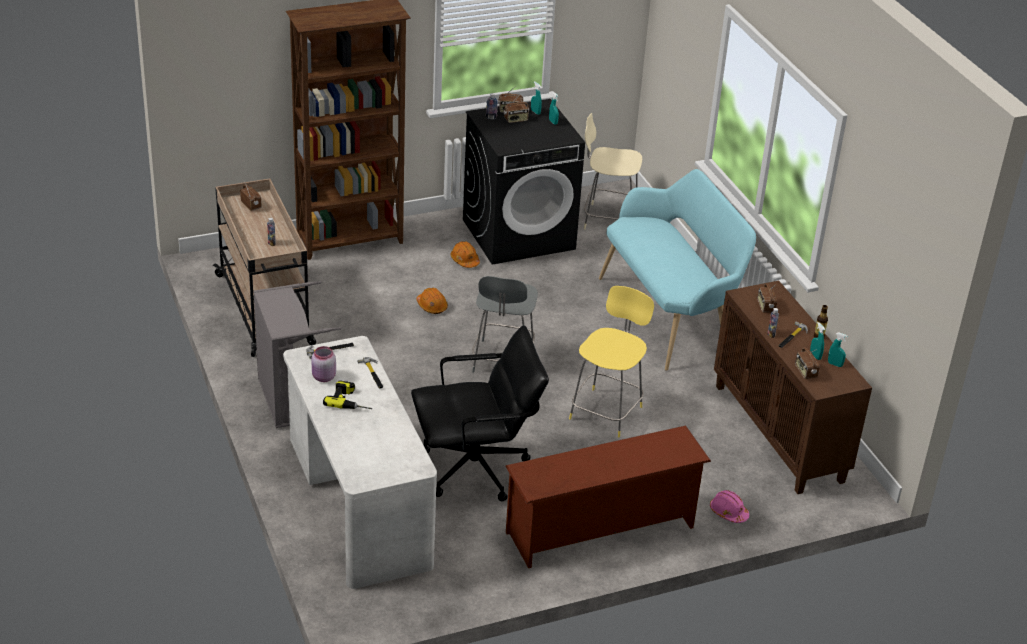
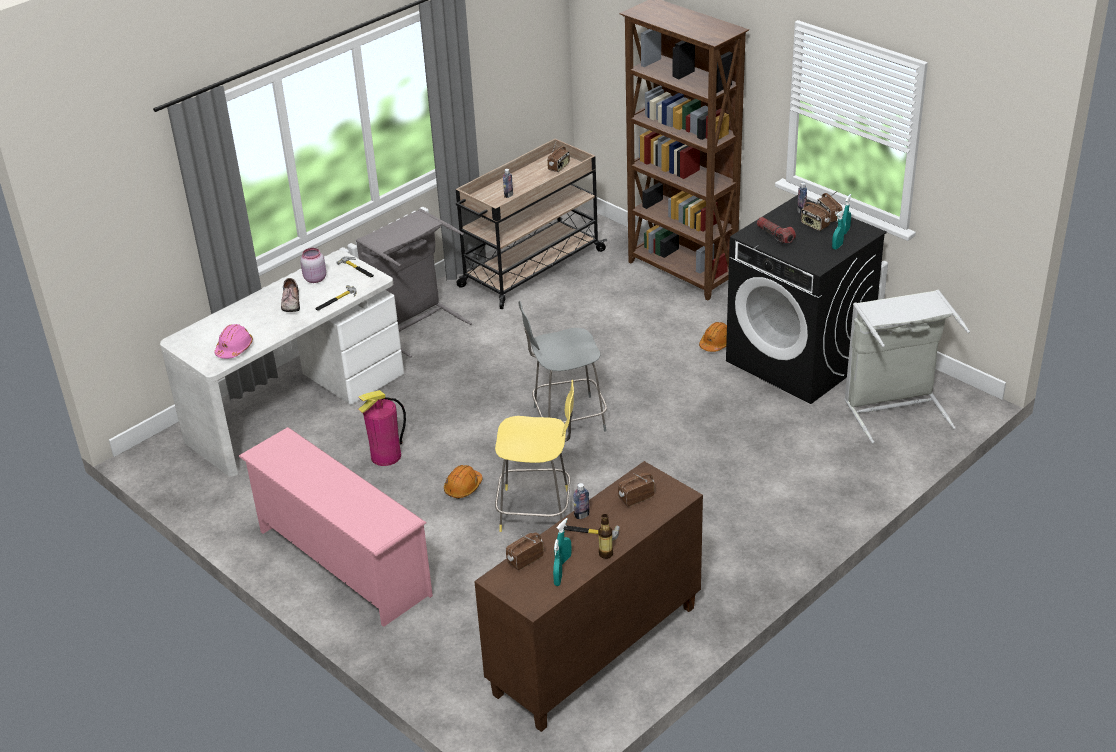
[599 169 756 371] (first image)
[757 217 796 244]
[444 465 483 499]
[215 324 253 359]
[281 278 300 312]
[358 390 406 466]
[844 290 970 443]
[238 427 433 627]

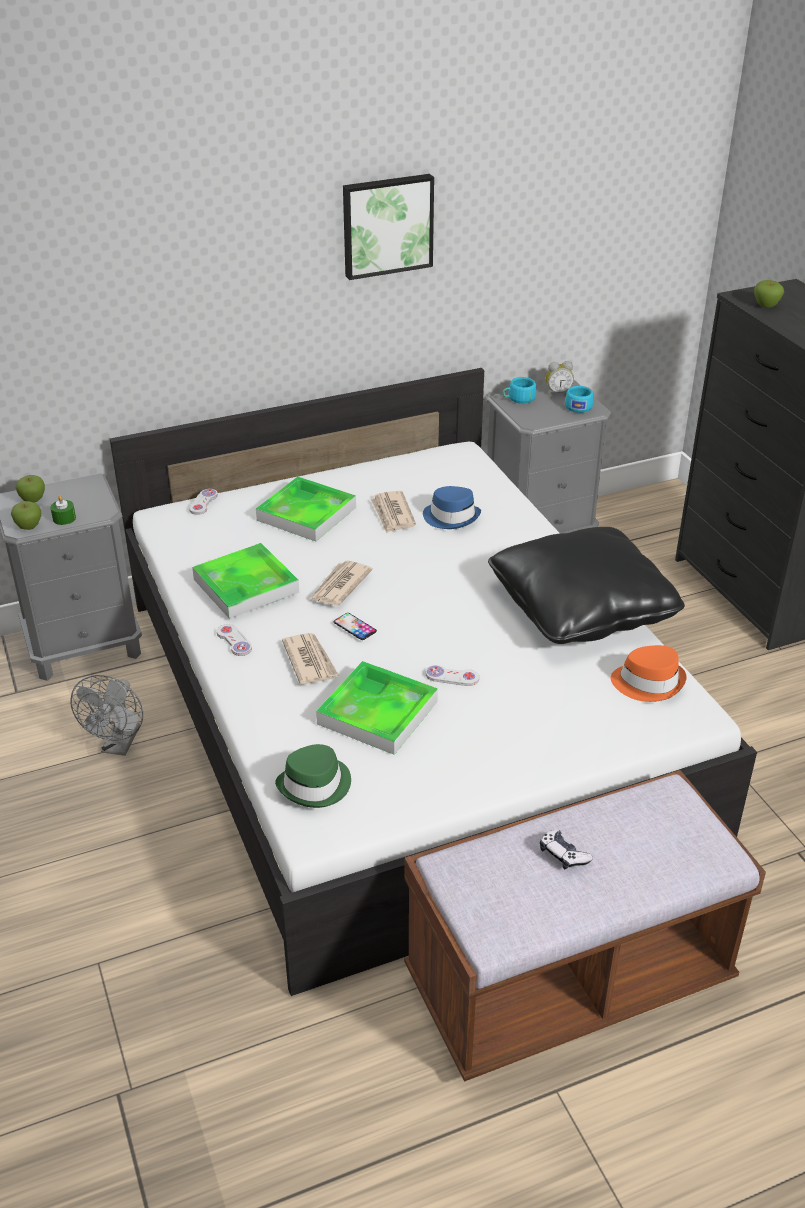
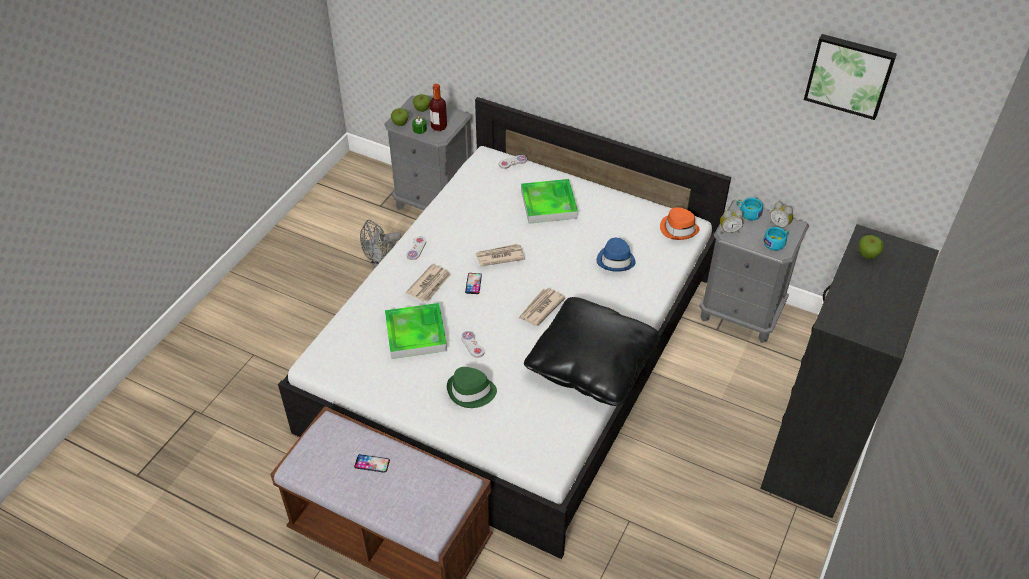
[192 543 299 619] (first image)
[429 84 447 131]
[720 210 743 234]
[447 367 497 408]
[804 34 897 120]
[519 288 565 326]
[660 207 700 240]
[354 454 390 473]

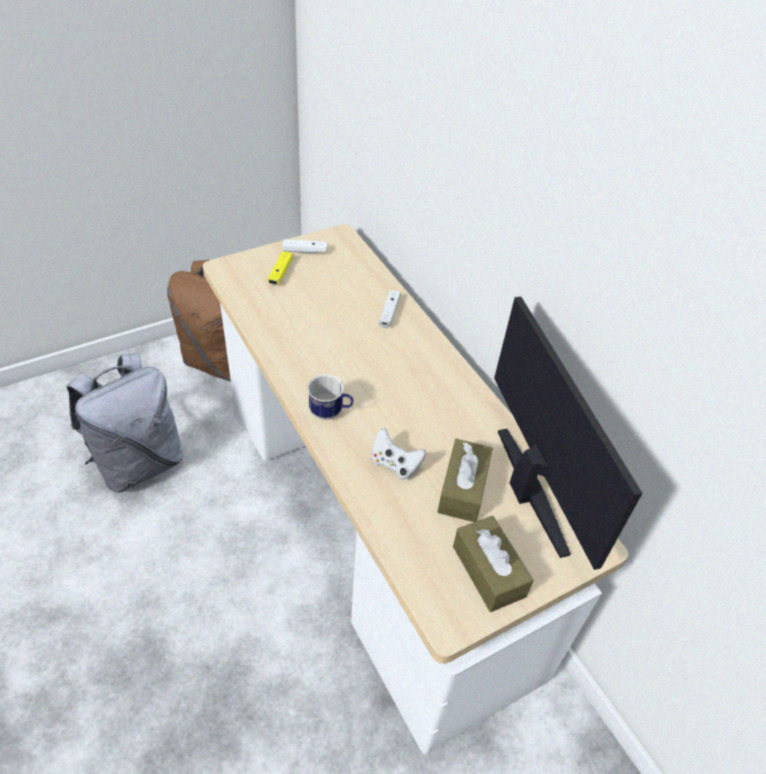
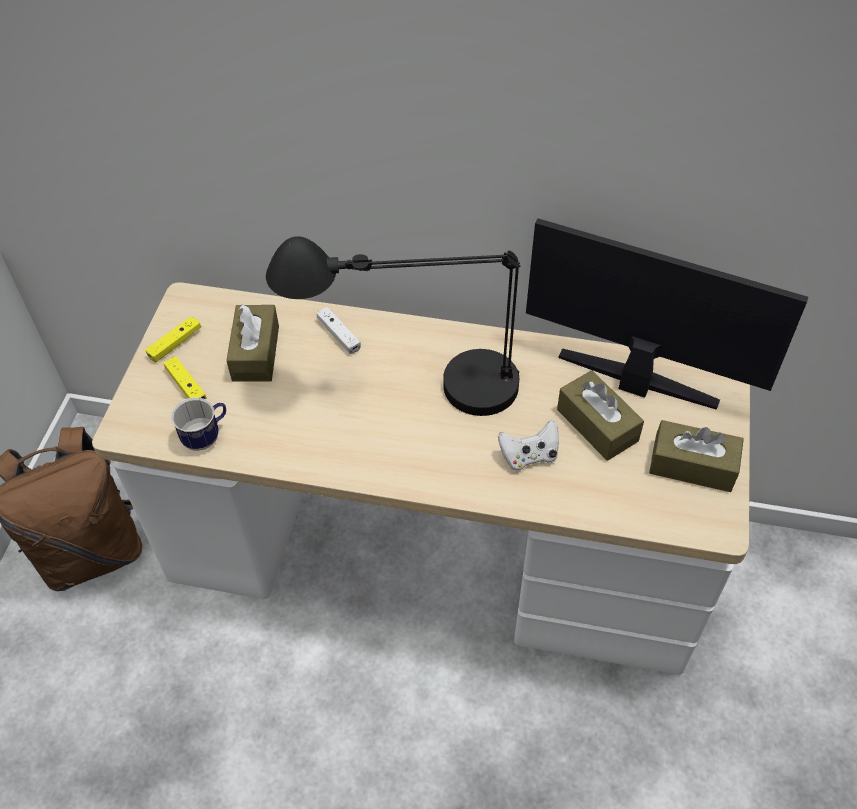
[67 353 183 493] (first image)
[226 305 279 382]
[266 236 520 416]
[171 397 226 451]
[145 316 201 363]

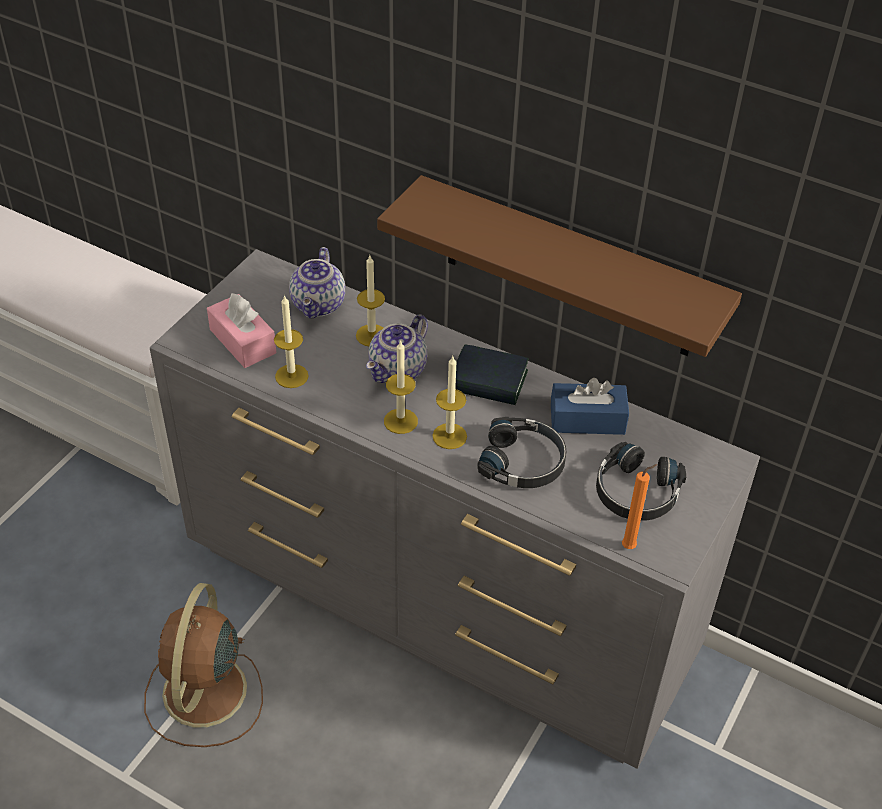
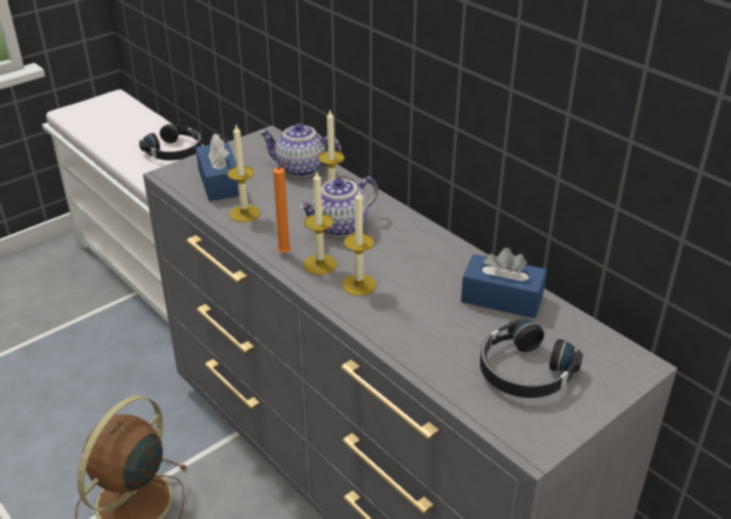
[377 175 742 357] (first image)
[455 344 529 405] (first image)
[139 124 202 160]
[273 160 291 254]
[196 134 239 201]
[258 123 342 177]

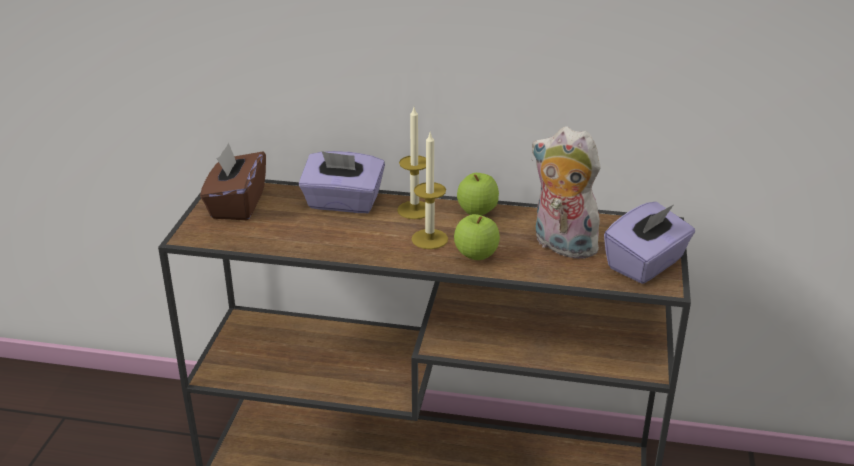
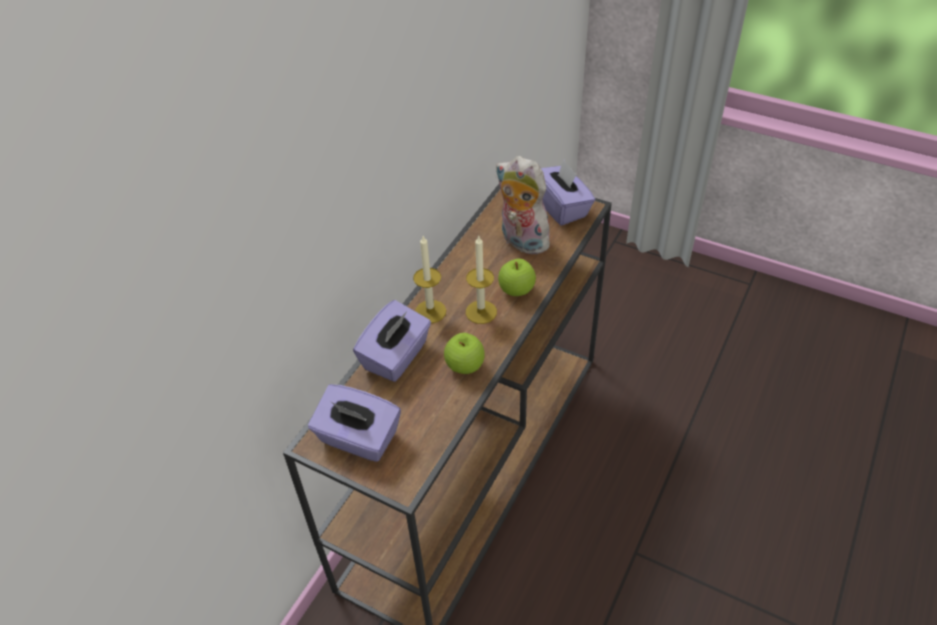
[444 333 485 374]
[308 384 401 462]
[495 156 553 254]

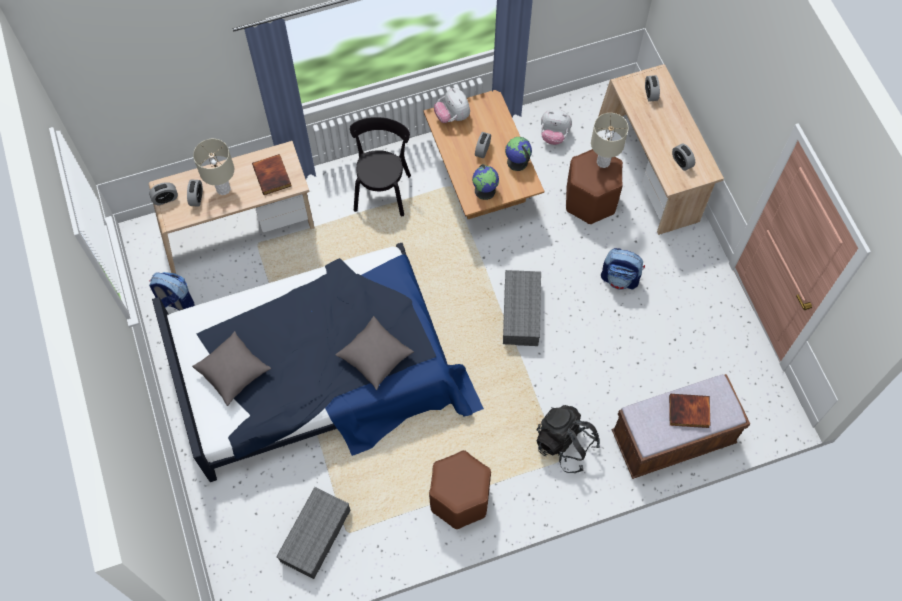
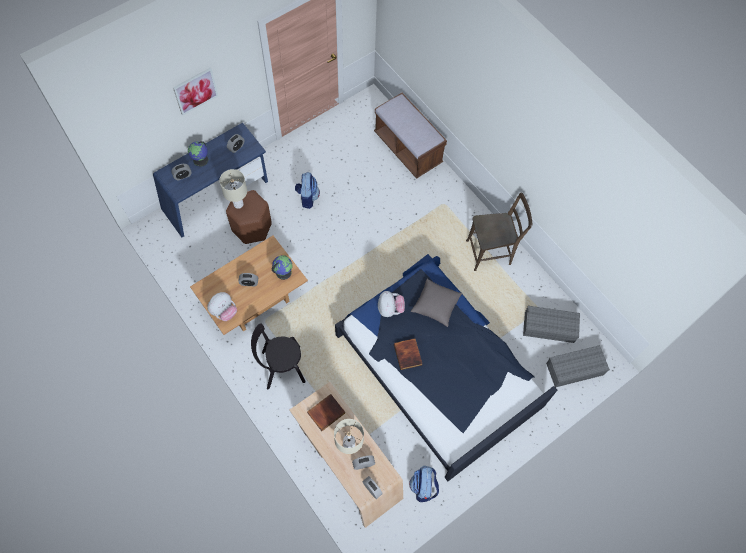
[192 331 271 406] (first image)
[536 405 600 473] (first image)
[173 68 218 115]
[546 345 610 387]
[188 141 208 167]
[378 291 405 317]
[394 338 422 370]
[466 192 532 271]
[153 123 268 237]

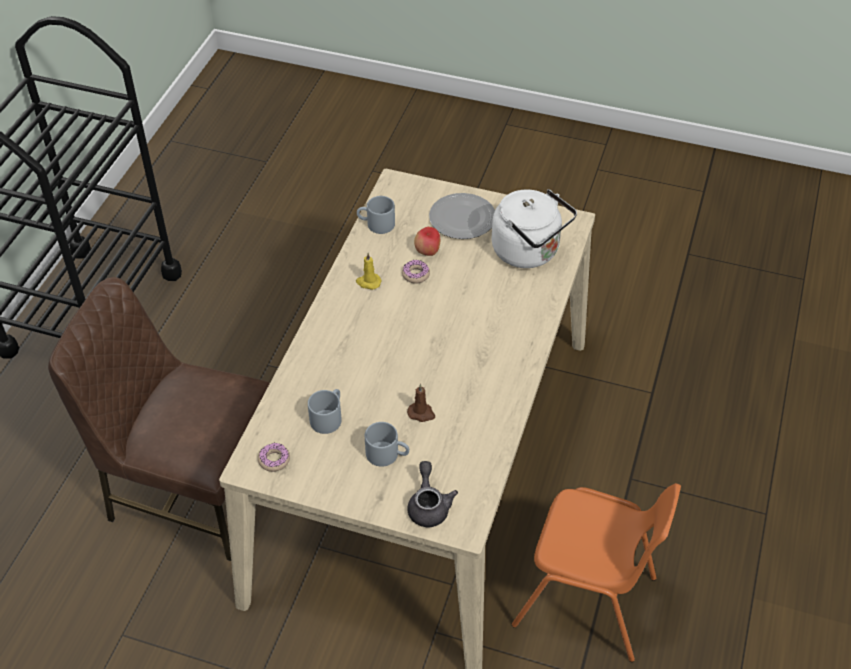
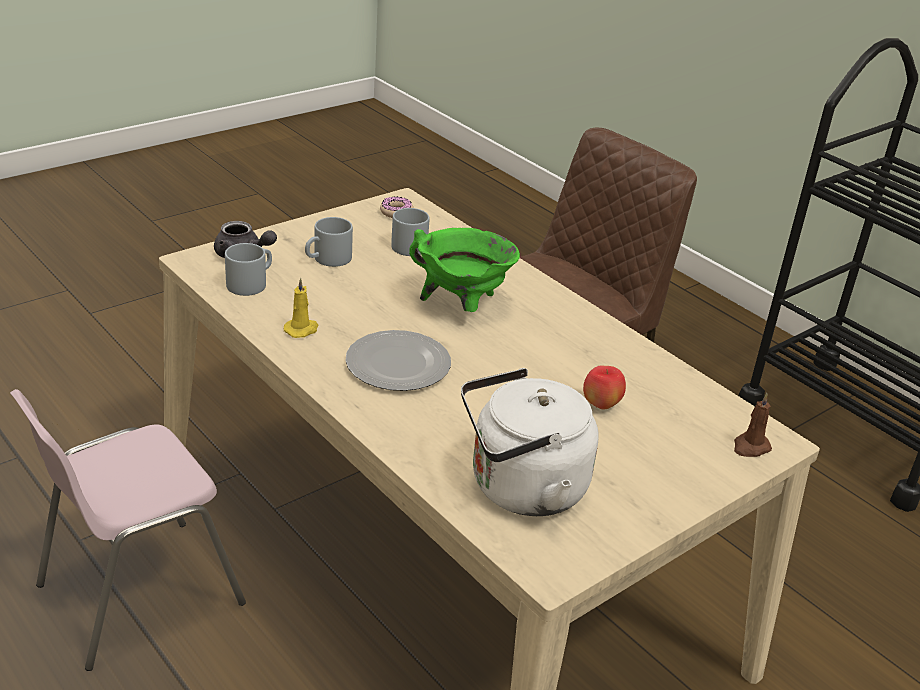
[402 260 430 284] (first image)
[409 228 520 312]
[284 278 318 338]
[225 243 272 296]
[734 393 772 457]
[345 330 451 391]
[10 389 246 671]

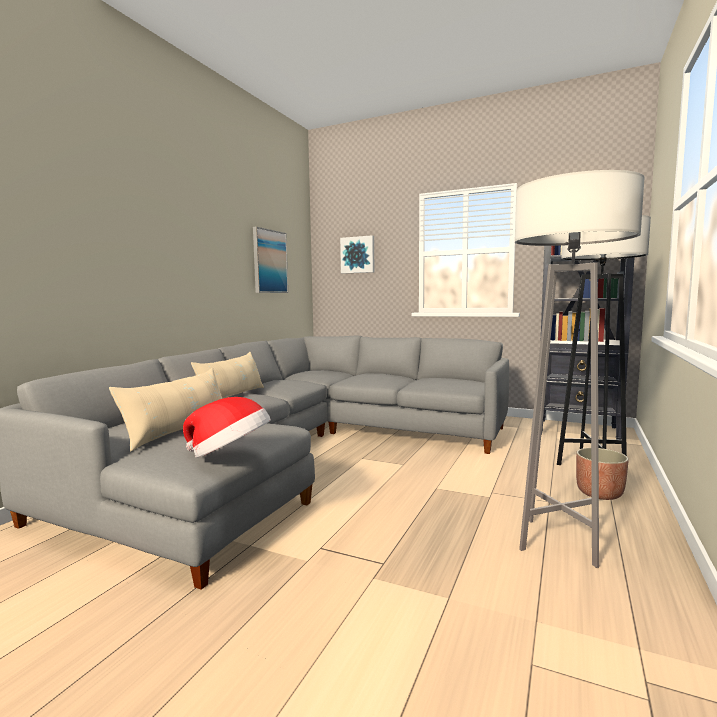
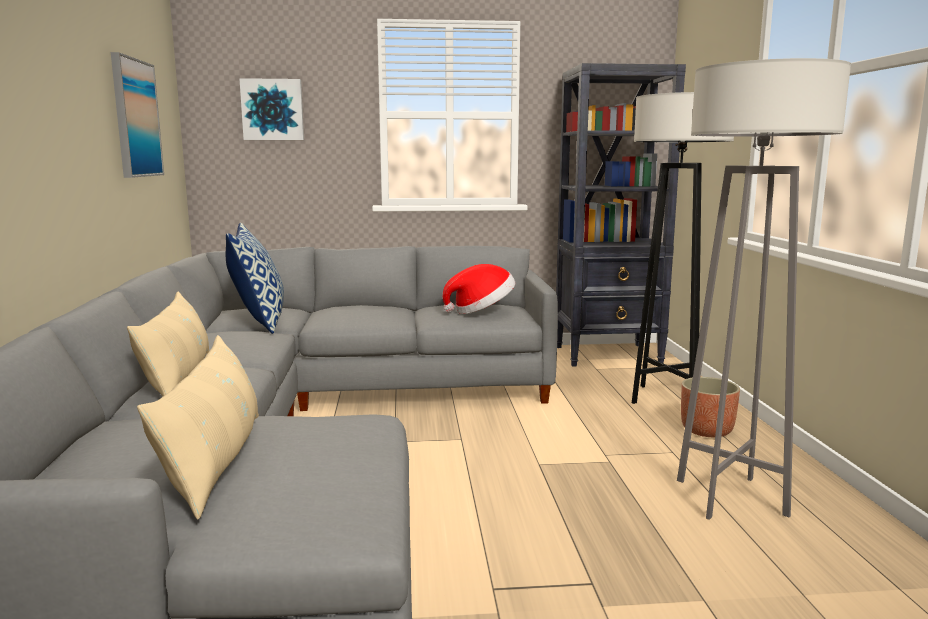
[226 223 284 334]
[443 264 515 314]

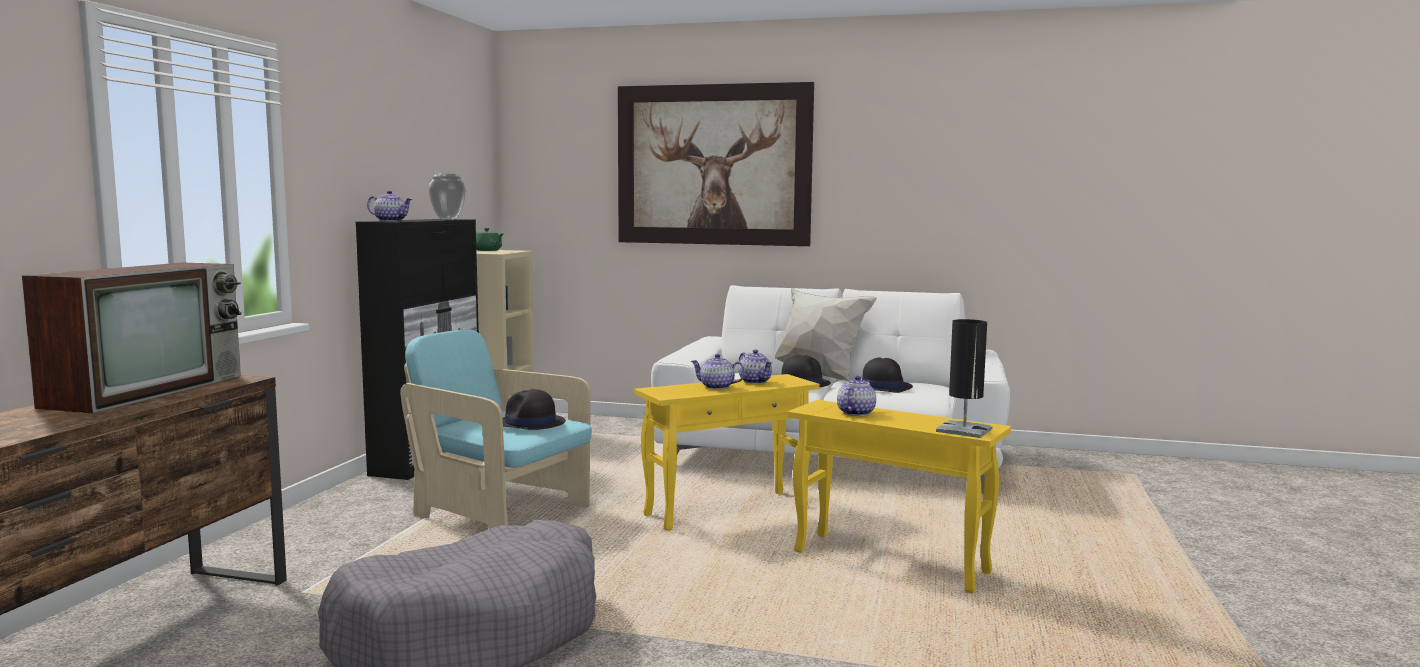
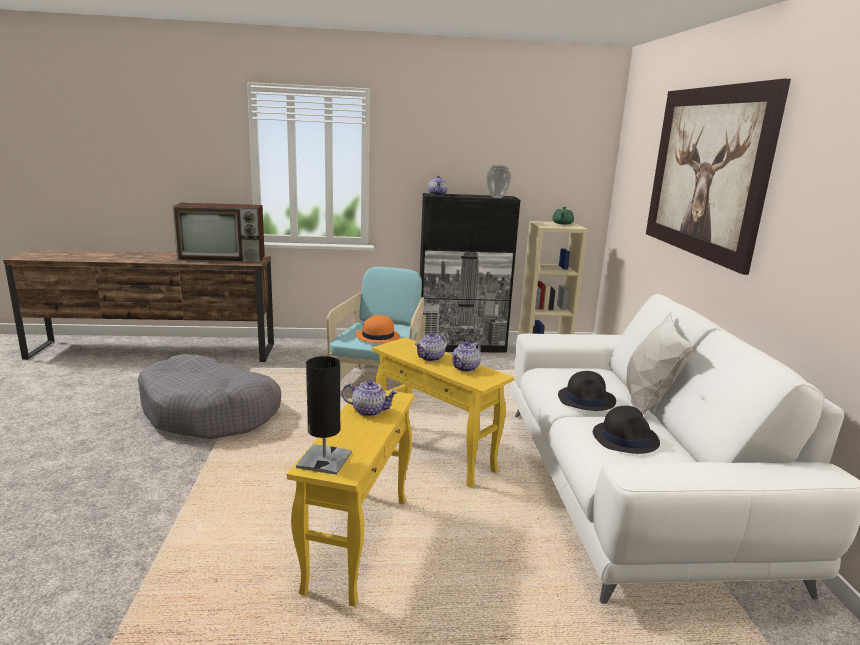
[356 314 400 343]
[415 332 448 361]

